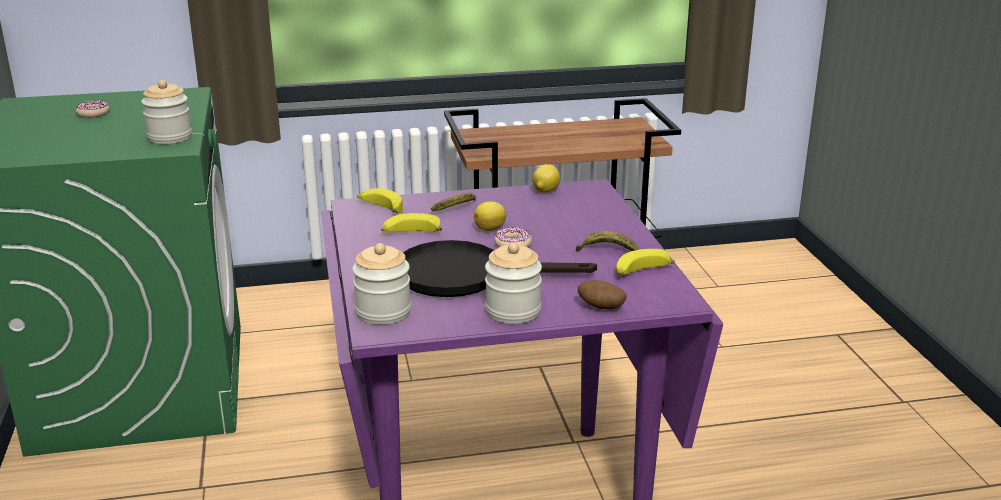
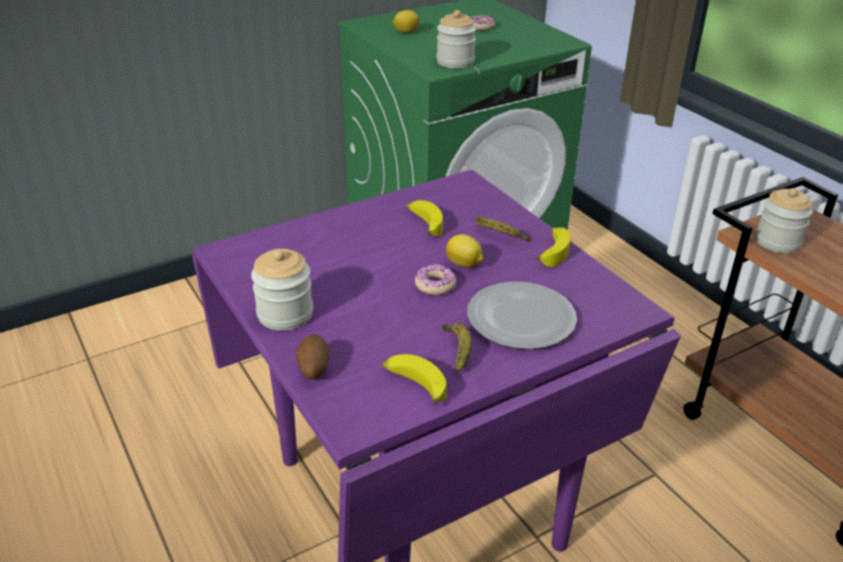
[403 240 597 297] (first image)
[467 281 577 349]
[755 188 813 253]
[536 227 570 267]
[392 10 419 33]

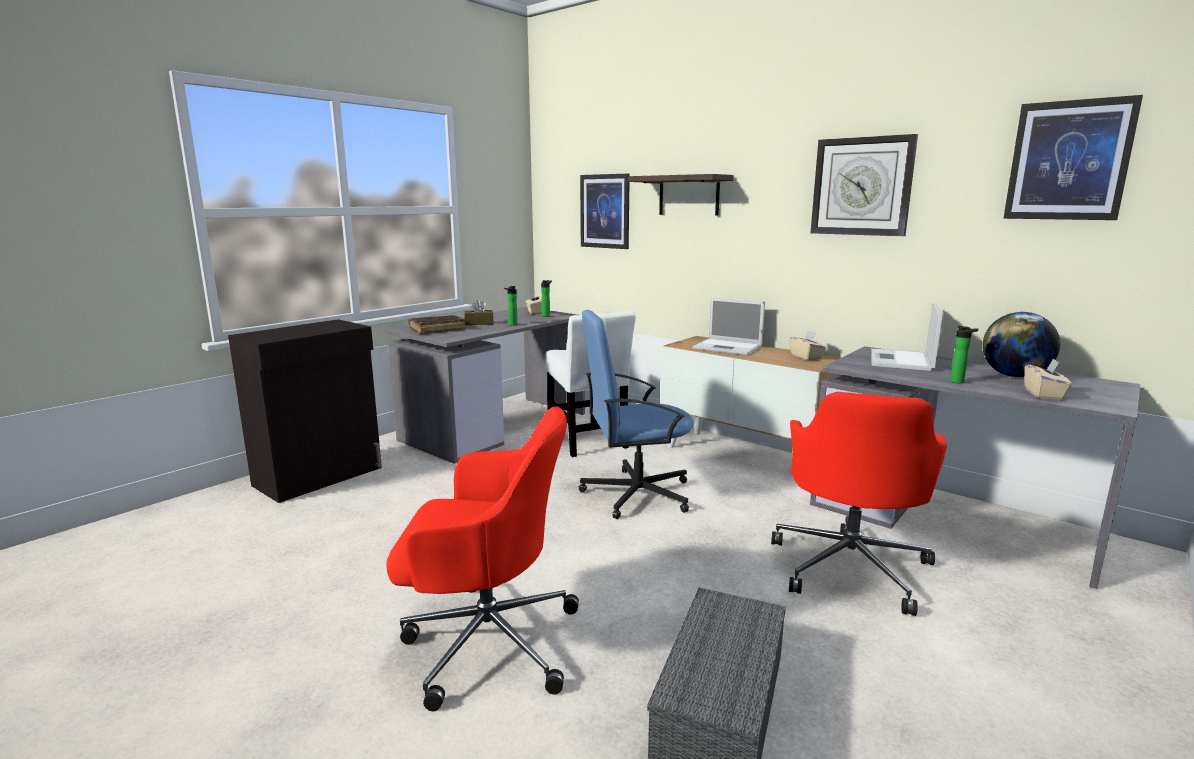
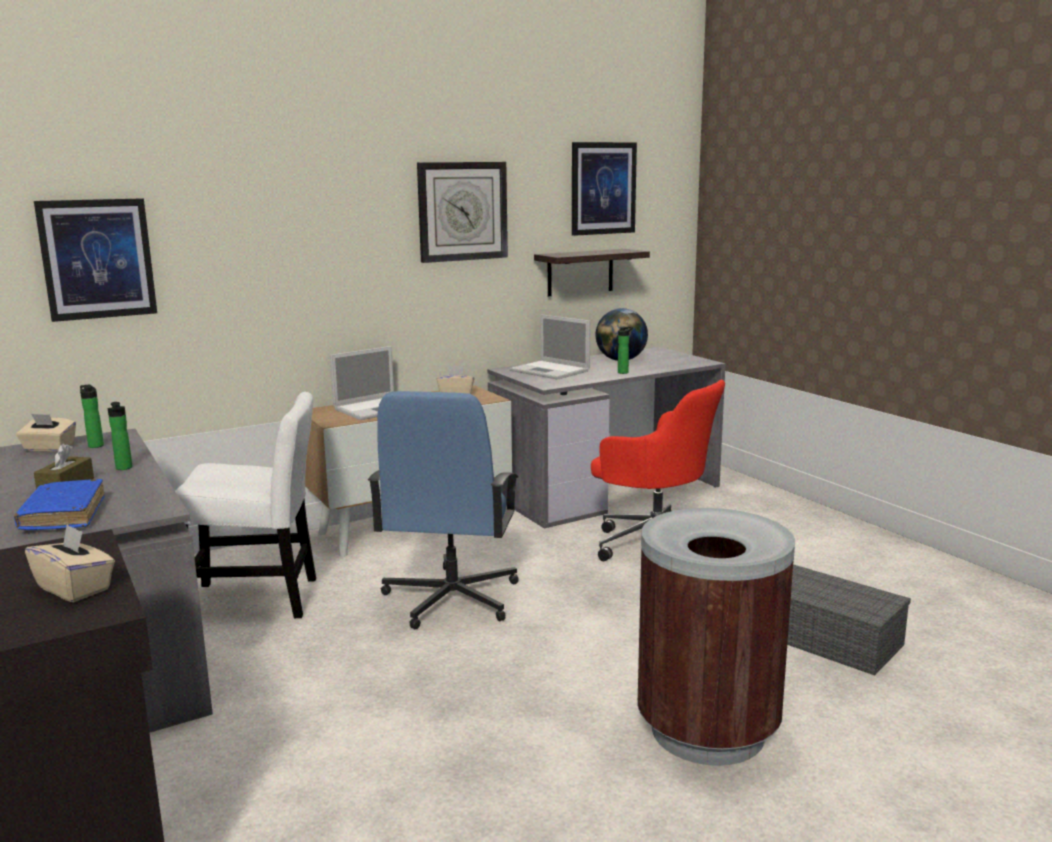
[534 249 650 296]
[25 524 115 602]
[637 508 795 766]
[14 479 105 530]

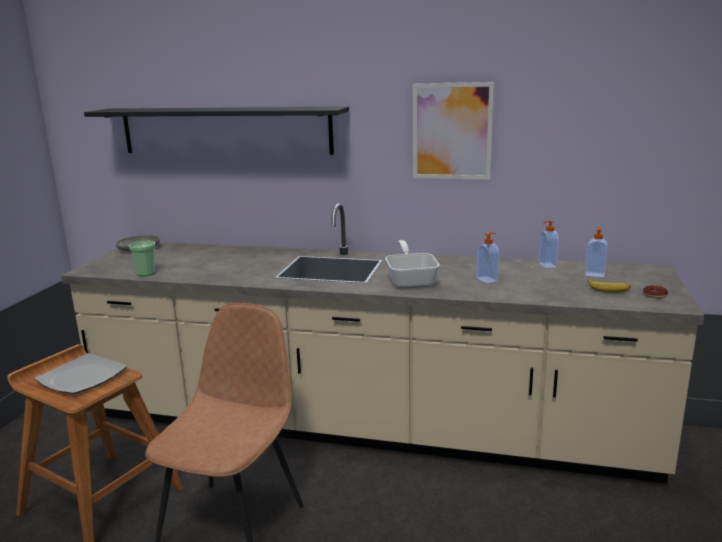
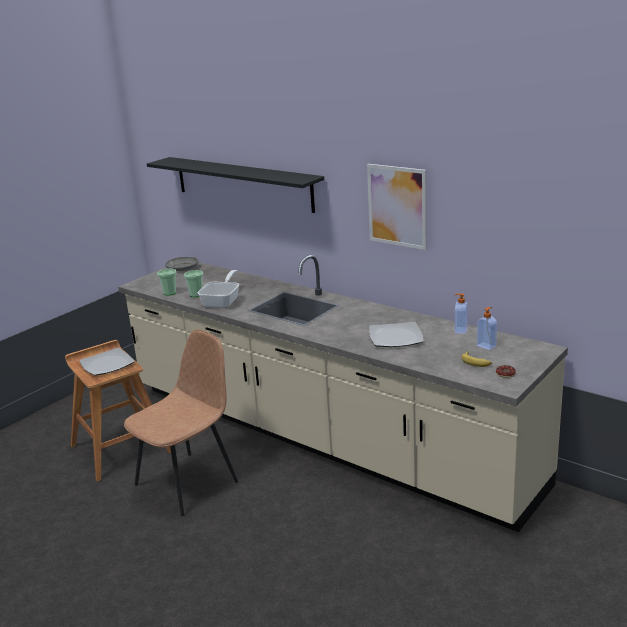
[184 270 203 297]
[197 270 239 308]
[369 322 424 347]

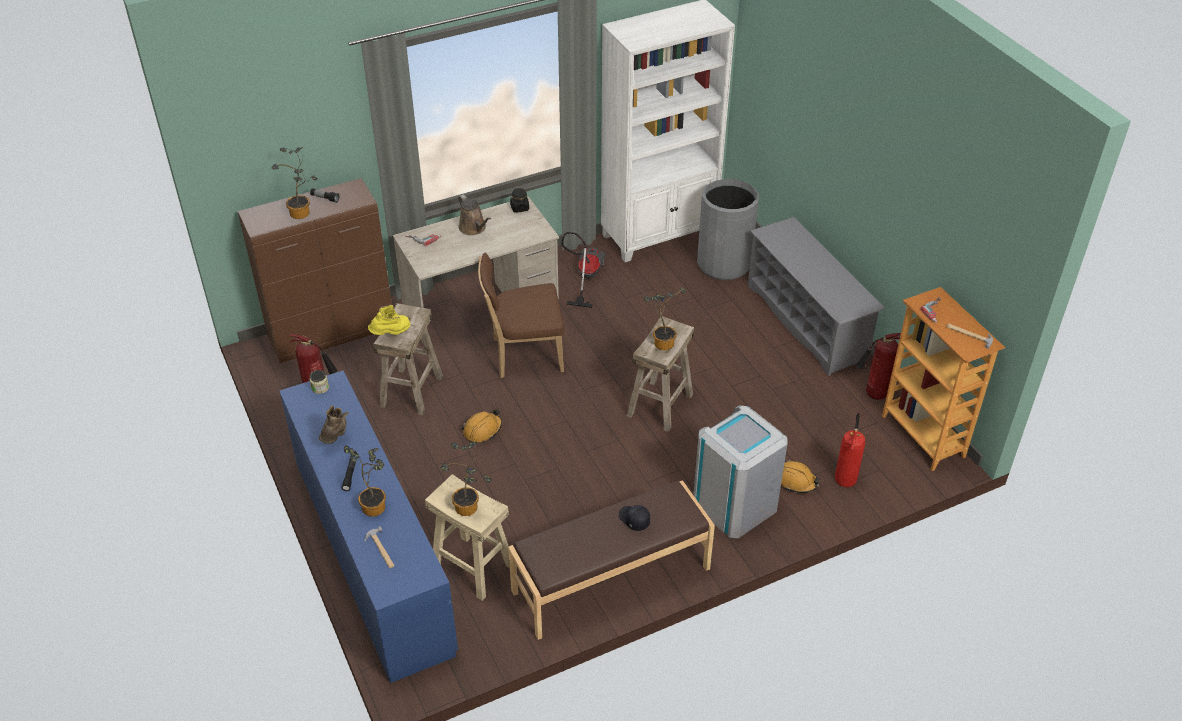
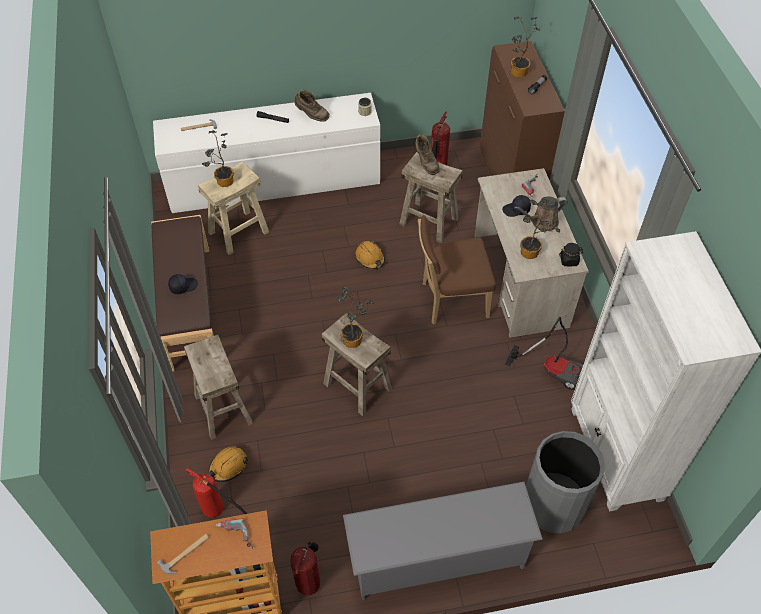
[502 195 531 217]
[520 199 560 259]
[184 335 253 440]
[153 93 380 213]
[415 134 440 175]
[418 215 496 325]

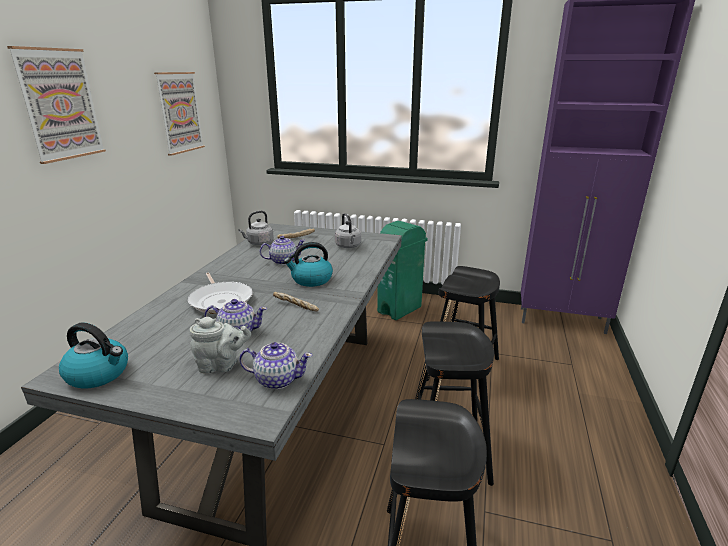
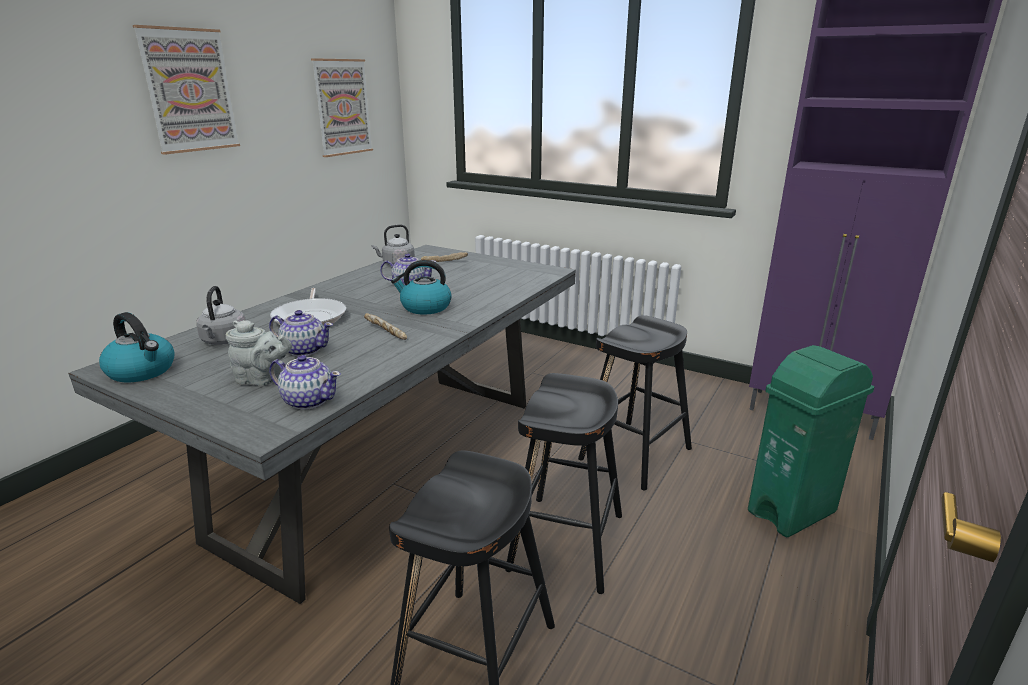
[196 286 246 345]
[748 345 874 537]

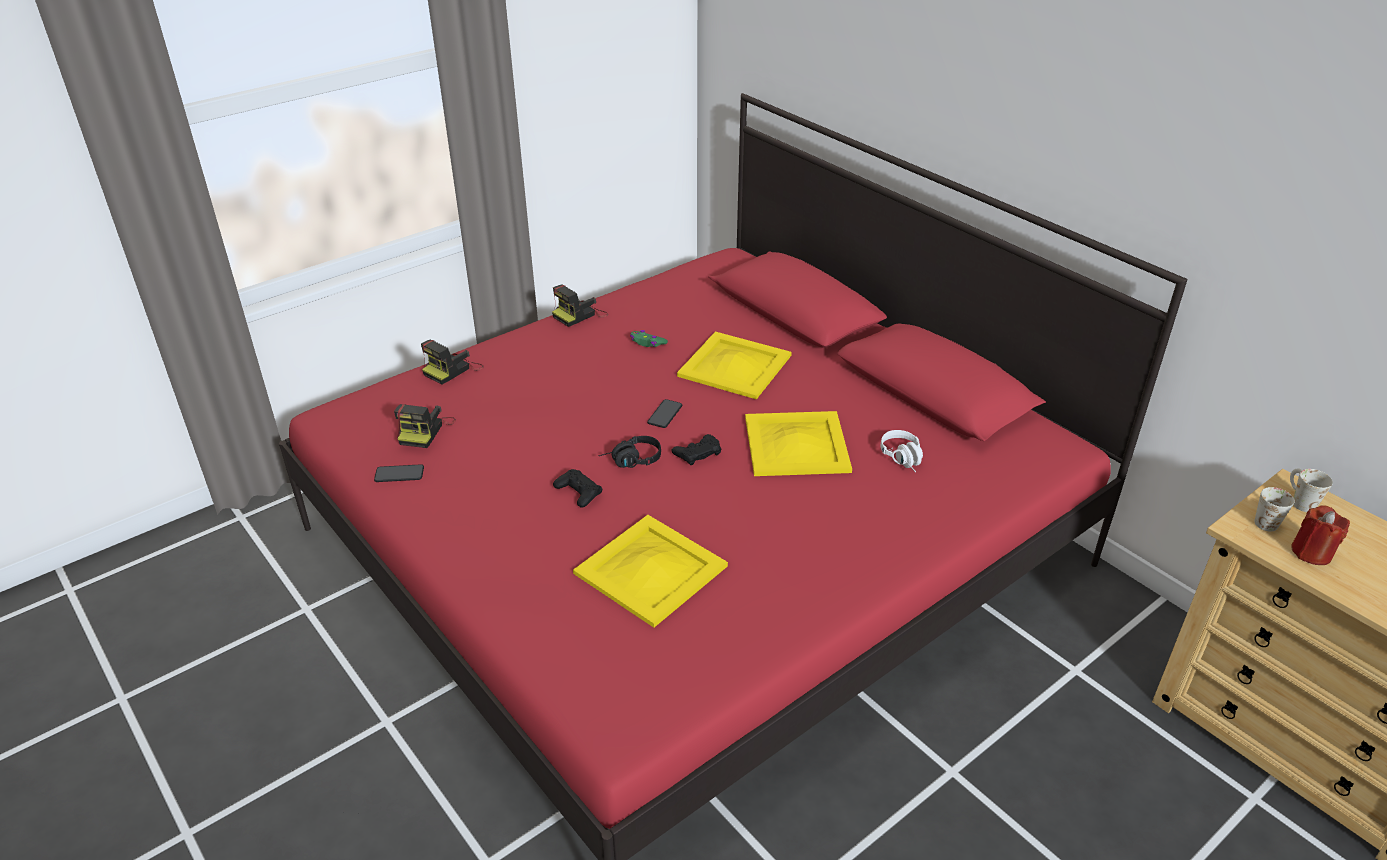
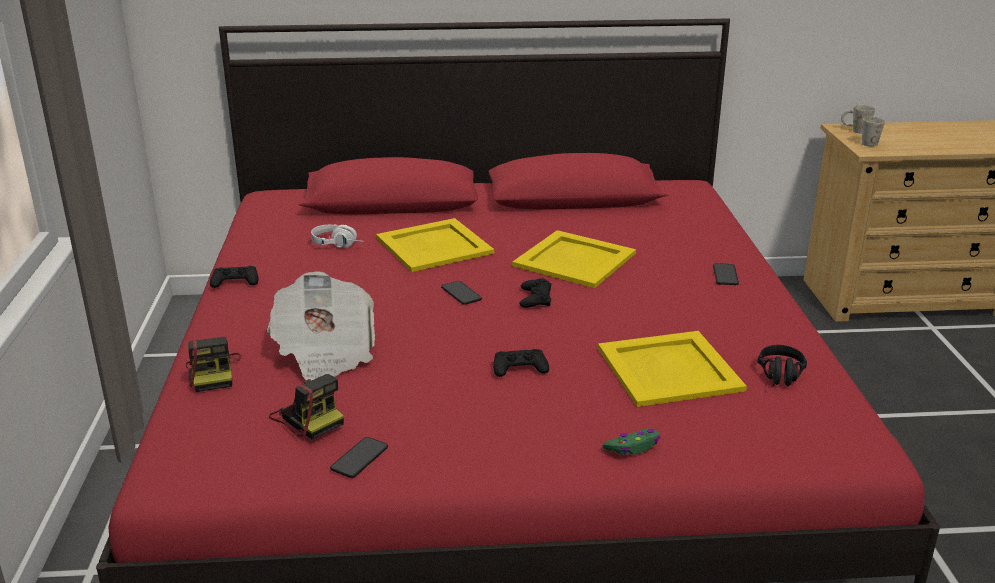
[1291 505 1350 565] (first image)
[267 272 375 381]
[713 263 739 285]
[758 345 807 386]
[602 429 660 455]
[311 225 364 248]
[210 266 259 288]

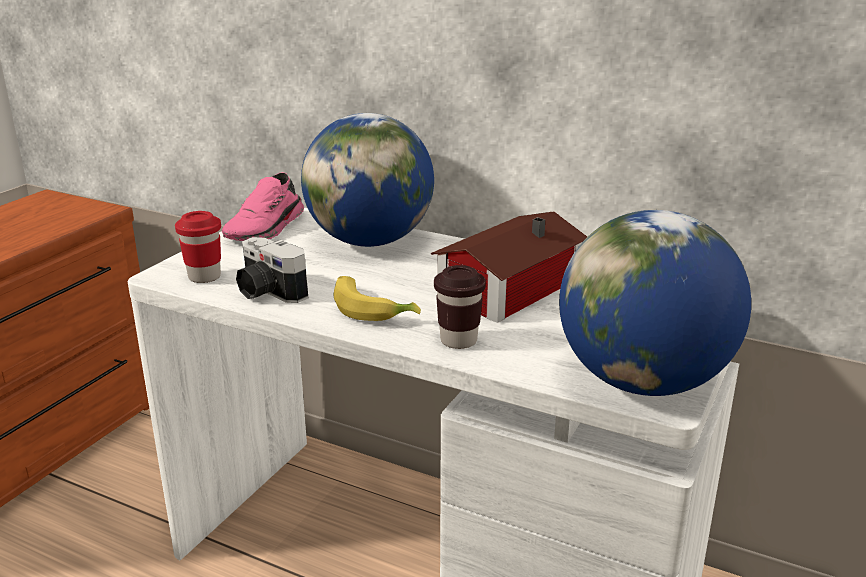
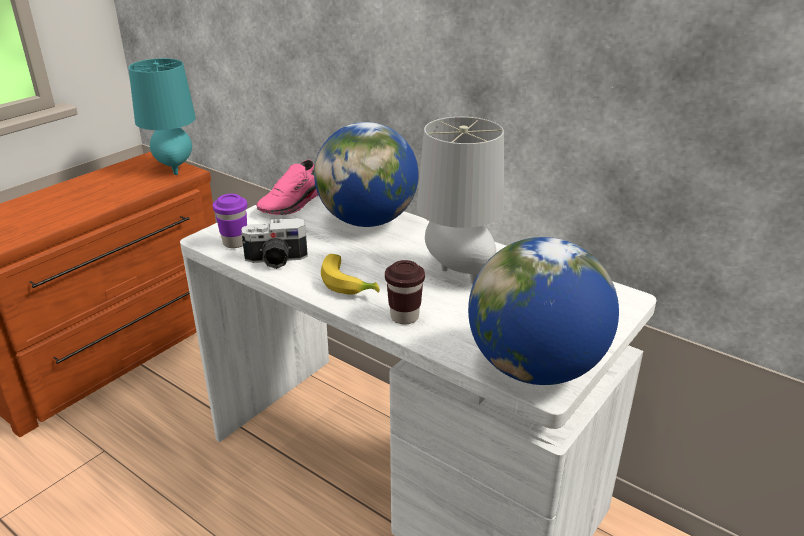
[128 58 196 175]
[417 117 504 284]
[213 194 247 248]
[241 218 308 269]

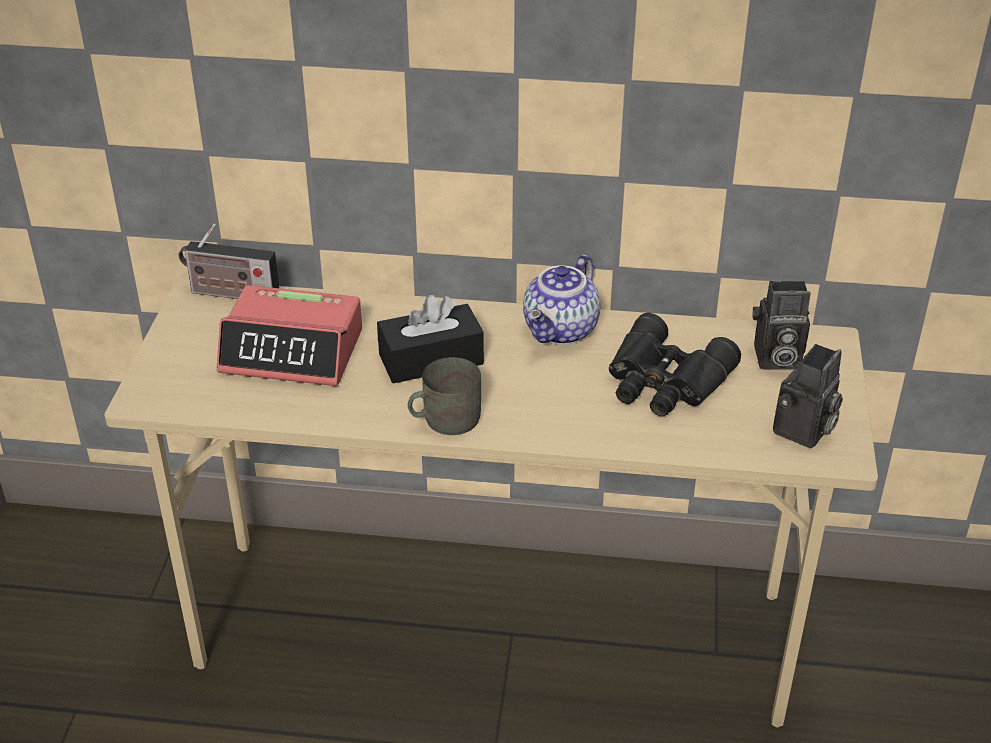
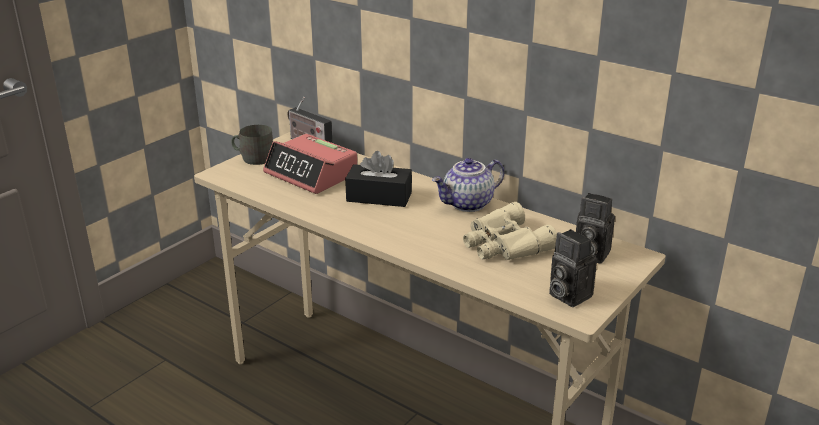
[231 125 273 165]
[463 202 557 260]
[549 229 597 307]

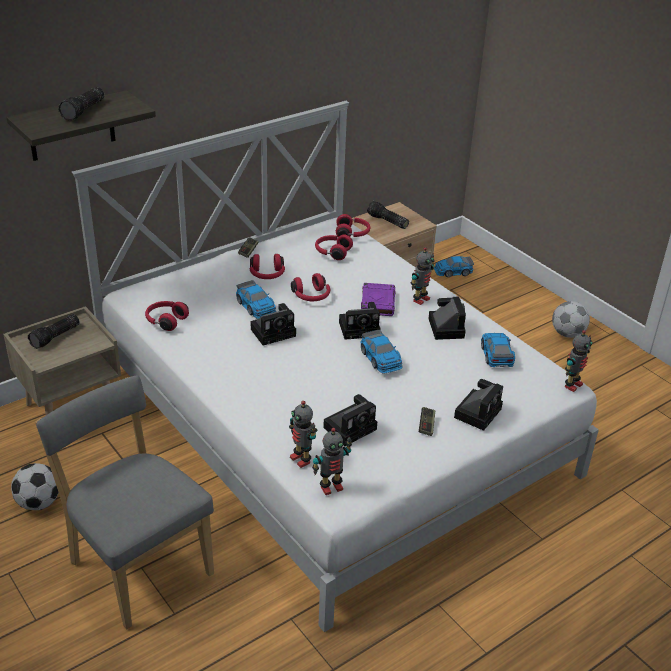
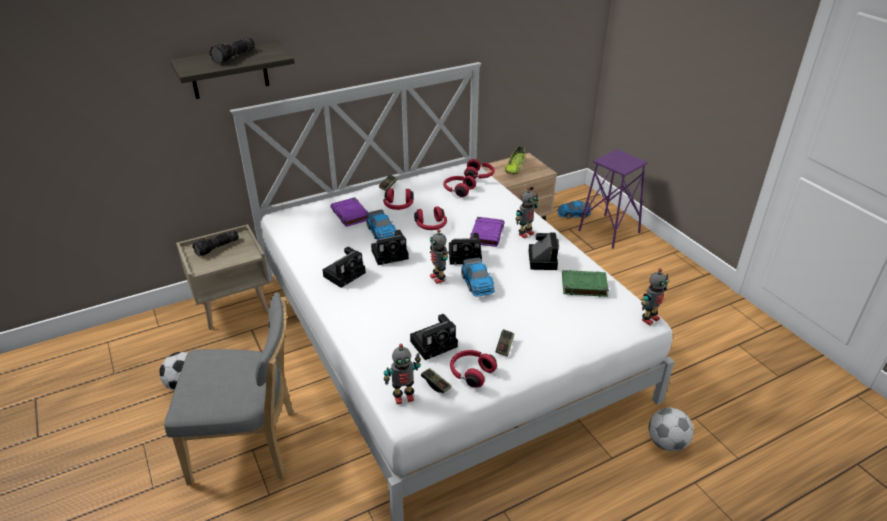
[330 197 368 227]
[421 368 452 393]
[578 149 648 249]
[450 350 497 387]
[430 229 449 284]
[323 247 366 288]
[649 408 694 452]
[505 146 525 174]
[562 270 609 297]
[164 292 294 486]

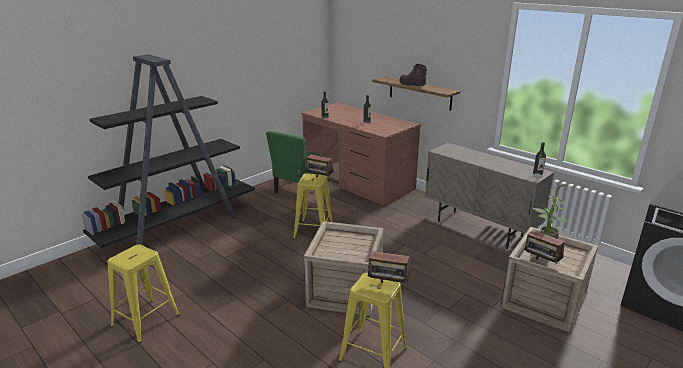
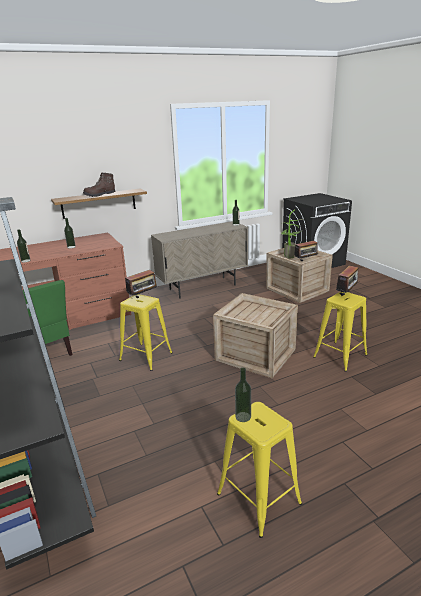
[235 368 251 422]

